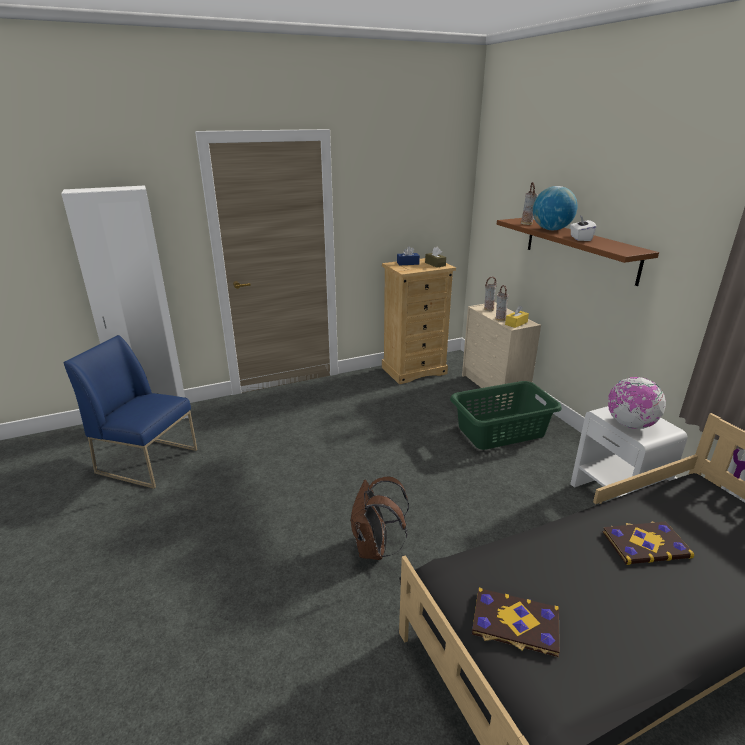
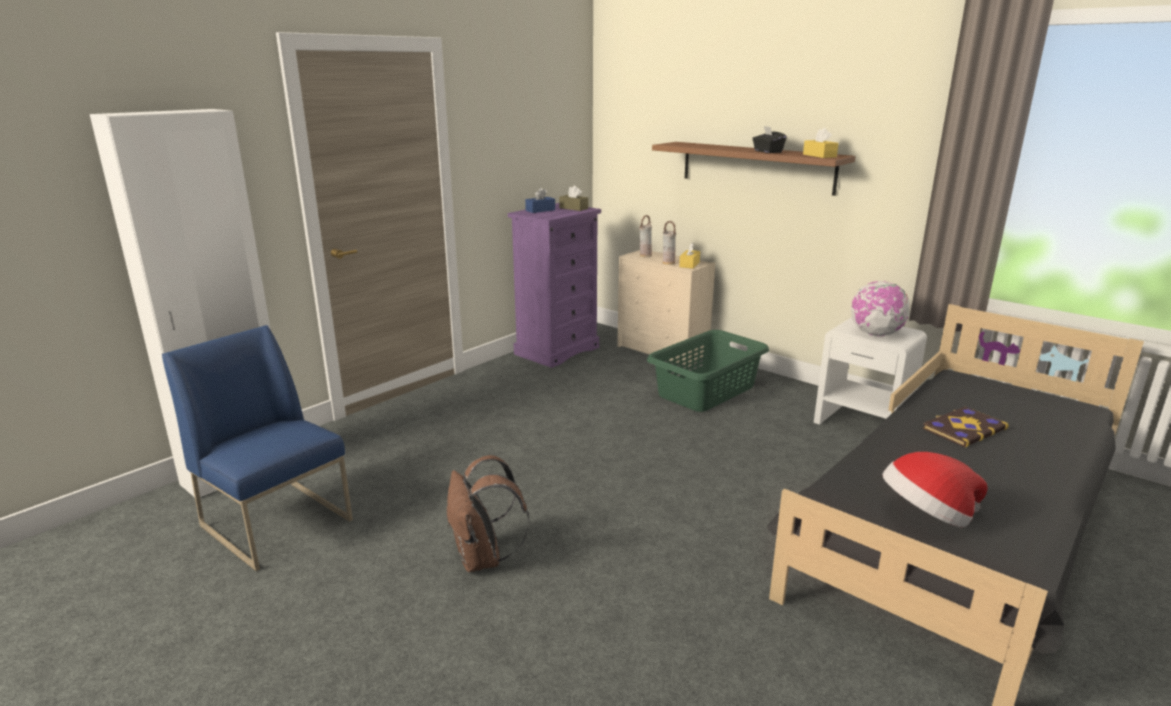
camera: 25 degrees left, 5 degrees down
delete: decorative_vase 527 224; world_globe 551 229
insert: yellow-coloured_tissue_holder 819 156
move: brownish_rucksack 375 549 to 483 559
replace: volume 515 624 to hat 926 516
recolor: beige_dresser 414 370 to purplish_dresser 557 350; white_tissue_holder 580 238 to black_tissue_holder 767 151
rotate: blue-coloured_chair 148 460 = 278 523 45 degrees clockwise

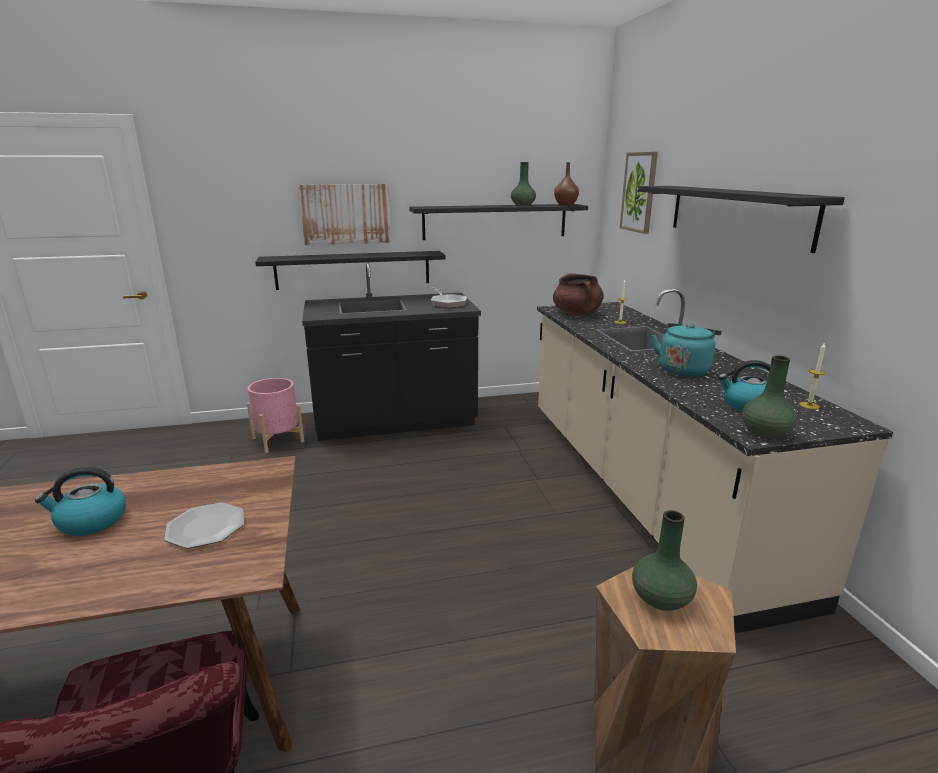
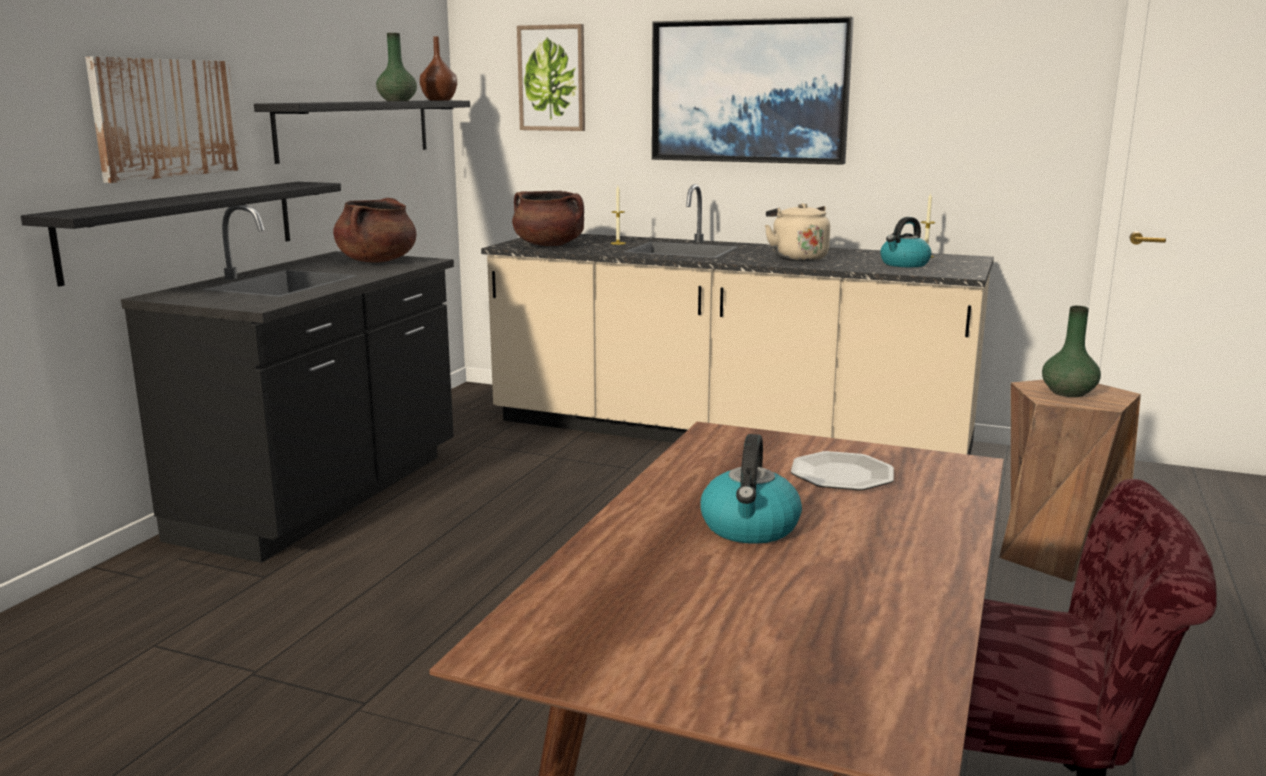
camera: 55 degrees left, 5 degrees down
delete: pink_plant_pot 278 440; greenish_decorative_vase 765 433
replace: skillet 447 303 to brownish_cooking_pot 377 261; black_wall_shelf 736 214 to wall_art 749 91
recolor: turquoise-coloured_tea_kettle 684 370 to beige_tea_kettle 797 258

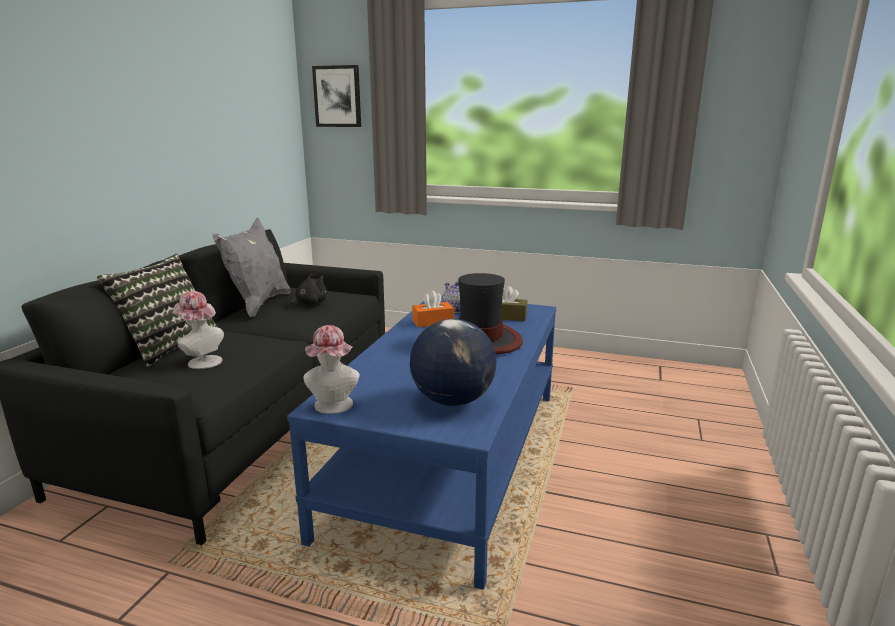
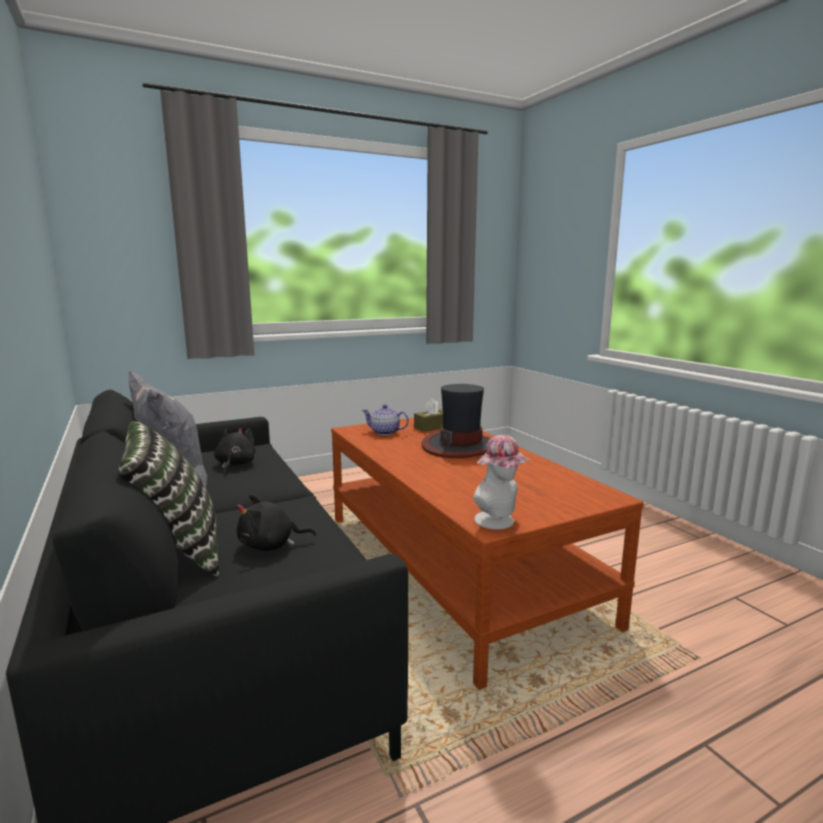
camera: 45 degrees left, 5 degrees down
delete: wall_art 337 96; world_globe 452 400; orange_tissue_holder 433 322
replace: hat 201 361 to black_cuddly_toy 271 545
recolor: blue-coloured_lounge_table 451 456 to brownish_lounge_table 454 565

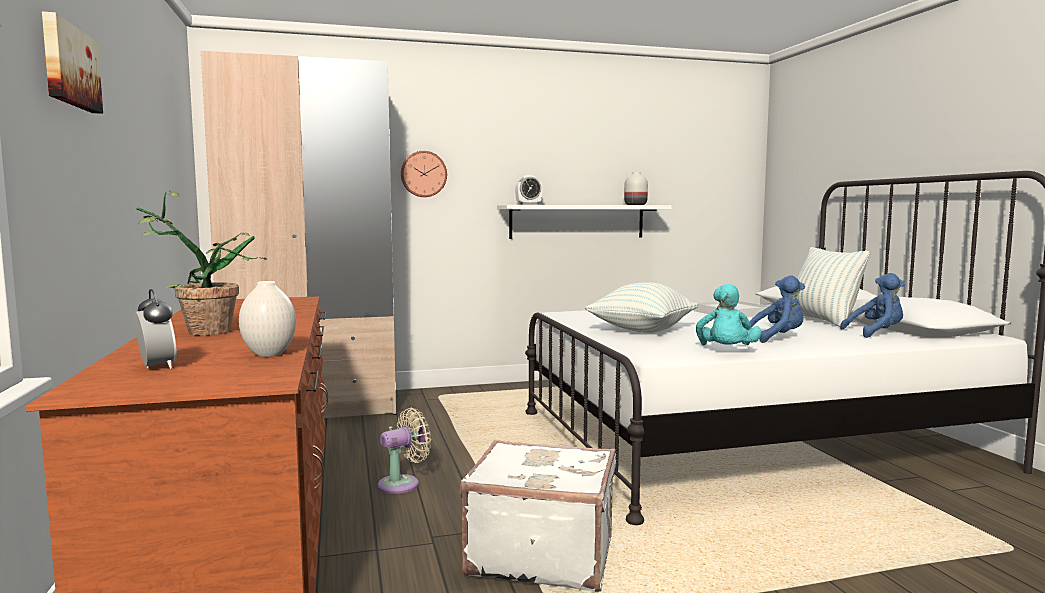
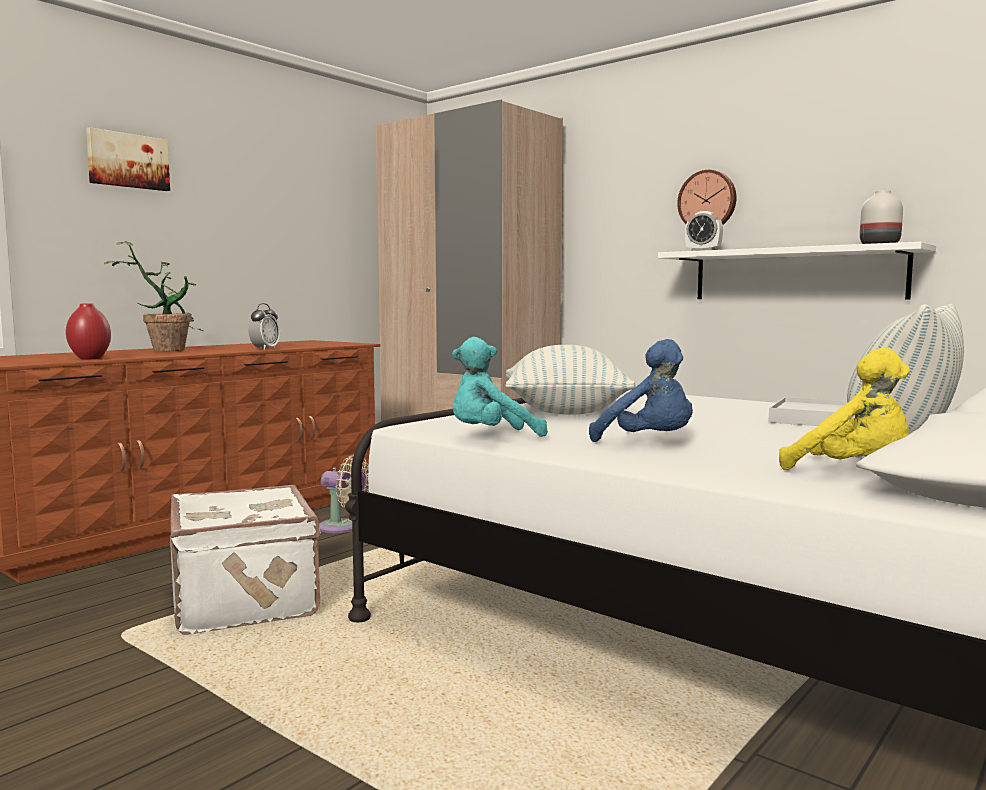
camera: 55 degrees right, 0 degrees up
move: bedside_clock 157 367 to 265 349; clock_on_the_wall 423 174 to 707 201
recolor: white_decorative_vase 269 354 to red-coloured_decorative_vase 90 358; blue-coloured_cuddly_toy 876 333 to yellow-coloured_cuddly_toy 854 472

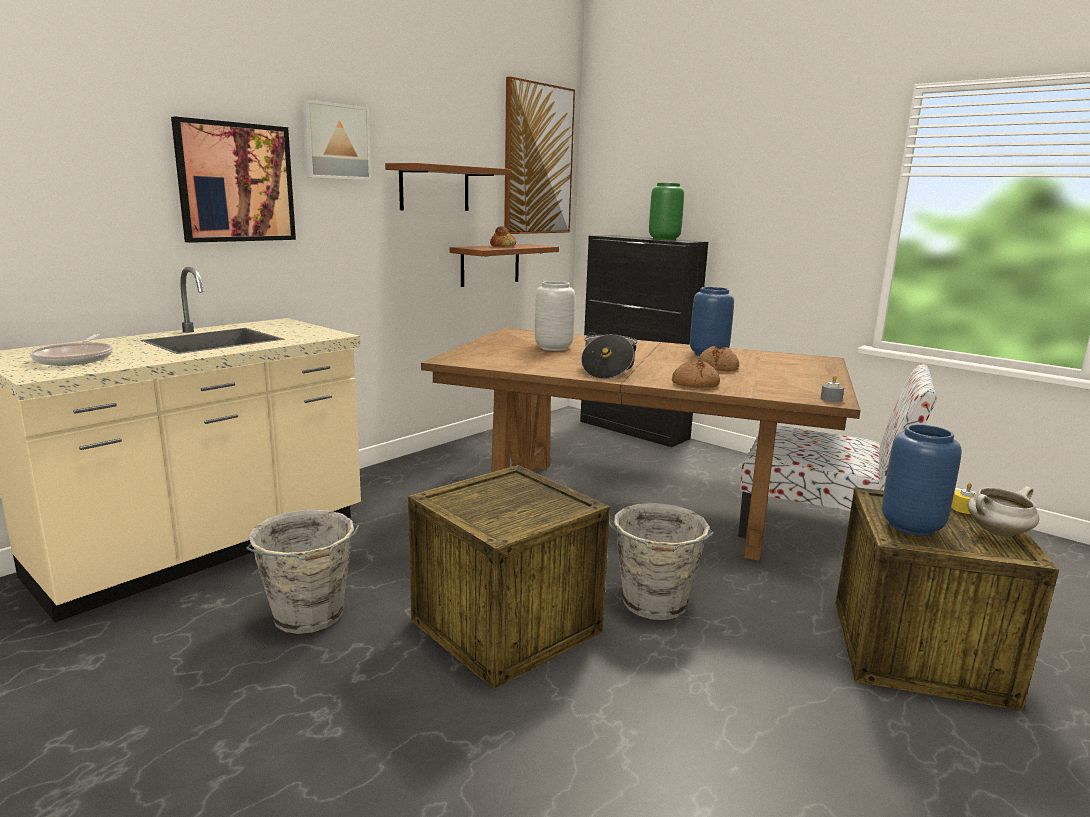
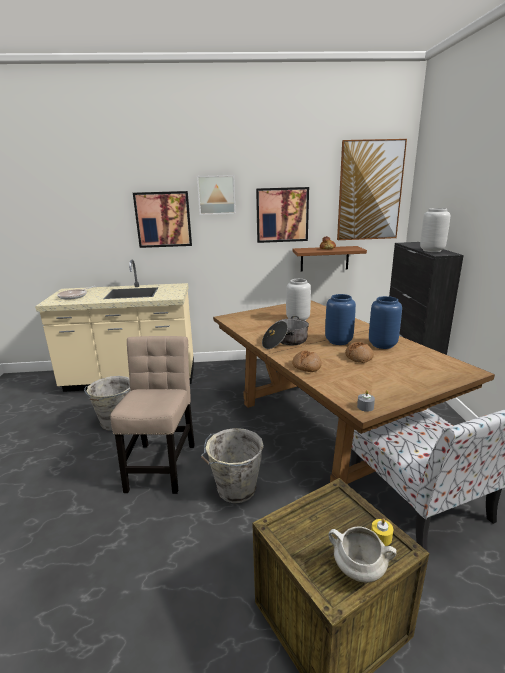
camera: 45 degrees right, 5 degrees up
move: blue-coloured_decorative_vase 912 526 to 339 341
replace: brownish_wall_shelf 434 188 to wall_art 282 215; shipping_crate 506 626 to beige_chair 162 463
recolor: greenish_decorative_vase 665 239 to grey_decorative_vase 432 250

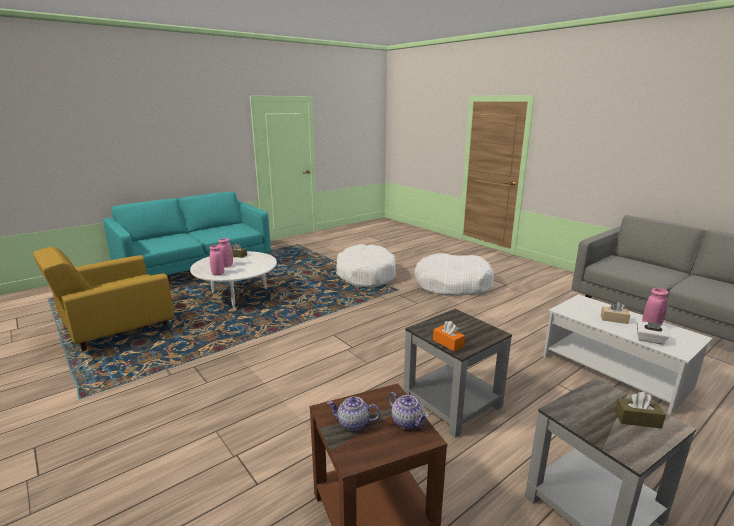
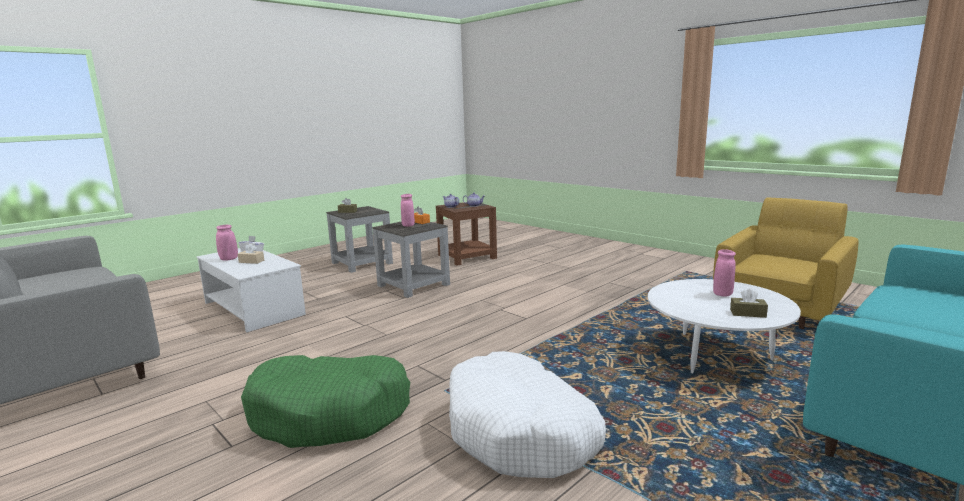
camera: 175 degrees right, 5 degrees down
move: pink_decorative_vase 218 274 to 408 225
recolor: white_dog_bed 452 285 to greenish_dog_bed 330 413

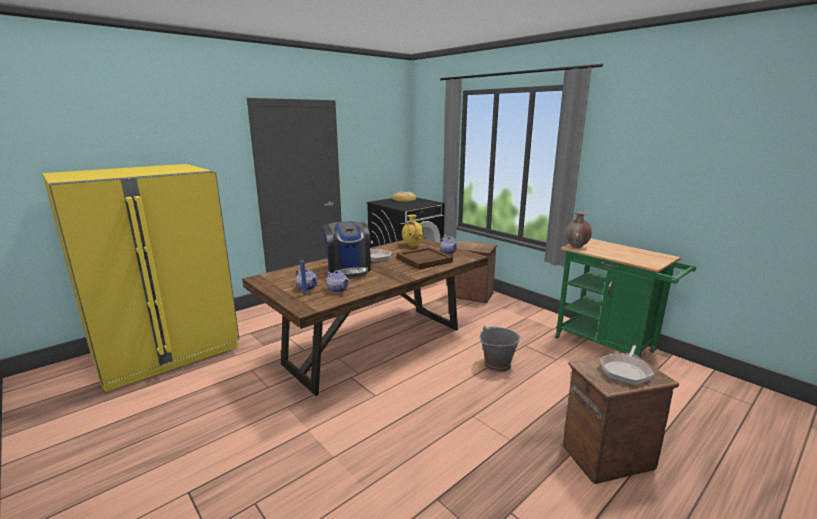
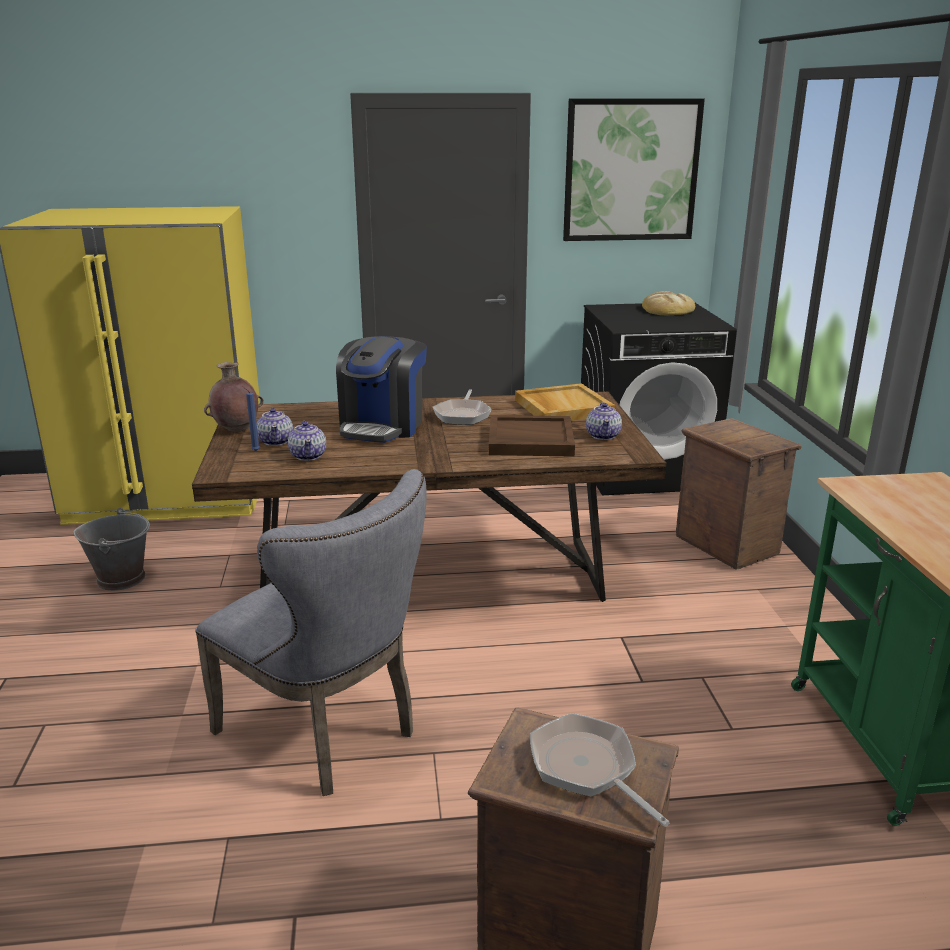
camera: 35 degrees right, 5 degrees up
insert: grey_chair 327 734; wall_art 631 170
move: grey_bucket 497 364 to 121 578; brownish_decorative_vase 576 247 to 236 430
replace: yellow-coloured_decorative_vase 412 245 to beige_carrying_tray 562 407
rotate: skillet 625 370 = 587 768 75 degrees clockwise

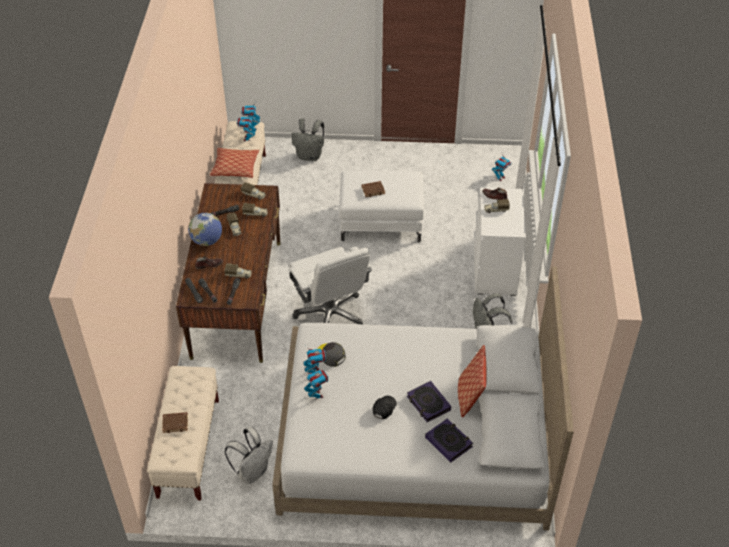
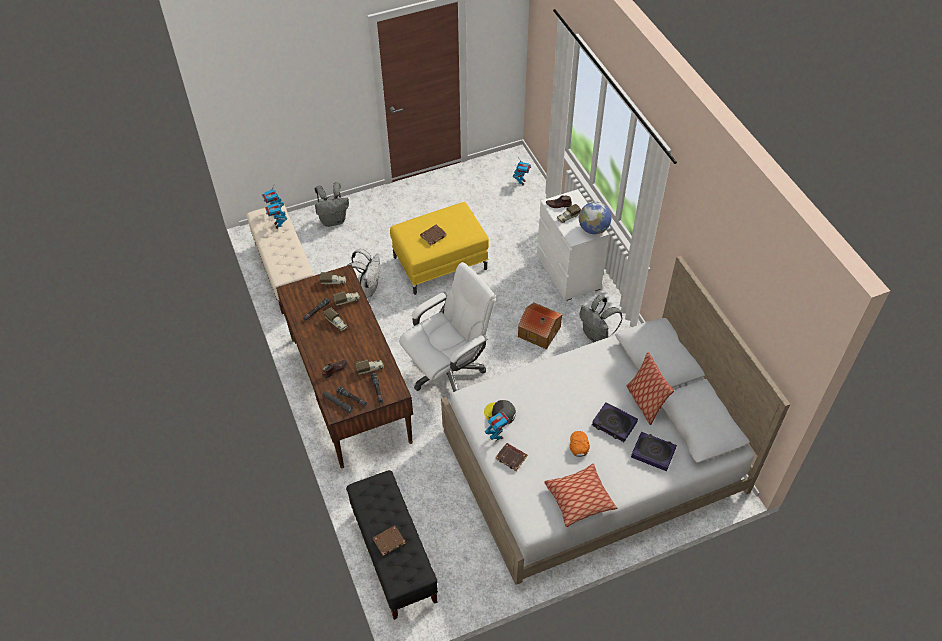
camera: 25 degrees left, 5 degrees up
insert: toy_house 539 332
move: world_globe 207 241 to 593 229; cushion 235 168 to 579 499; white_rucksack 252 471 to 367 288
replace: toy_robot 317 395 to brownish_volume 511 458
recolor: beige_bench 188 447 to black_bench 394 556; white_footrest 381 222 to yellow-coloured_footrest 440 262; black_baseball_cap 384 408 to orange_baseball_cap 579 445
rotate: white_office_chair 330 315 = 448 370 75 degrees counterclockwise

